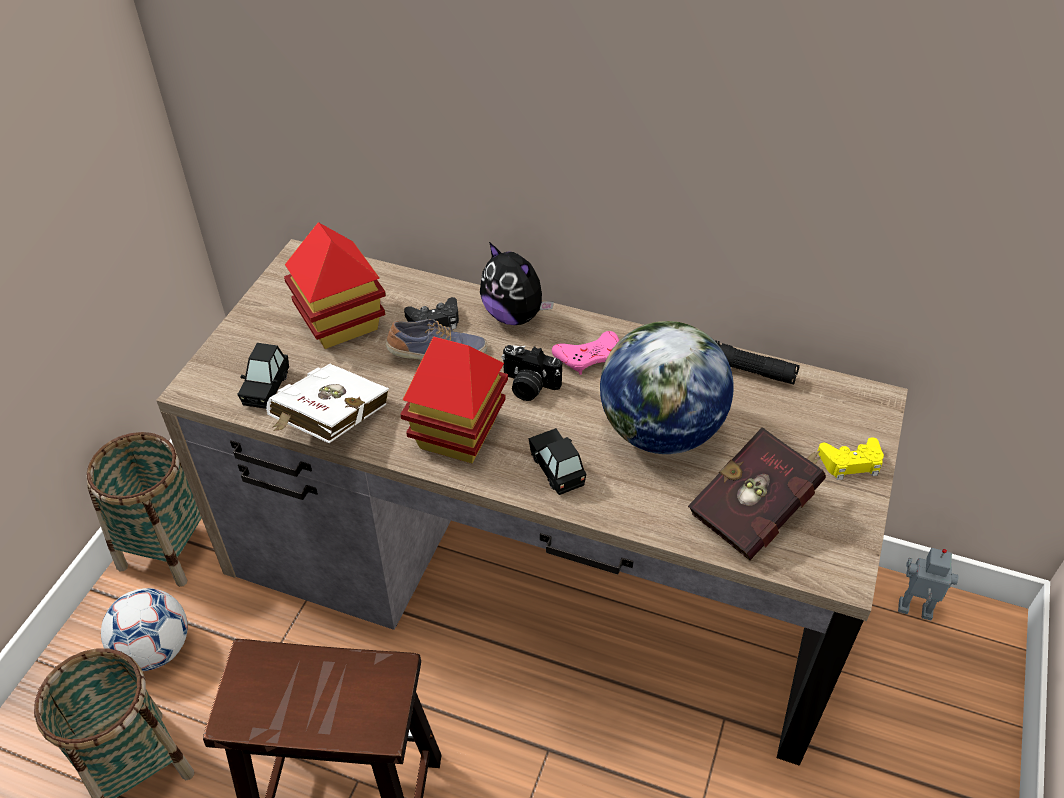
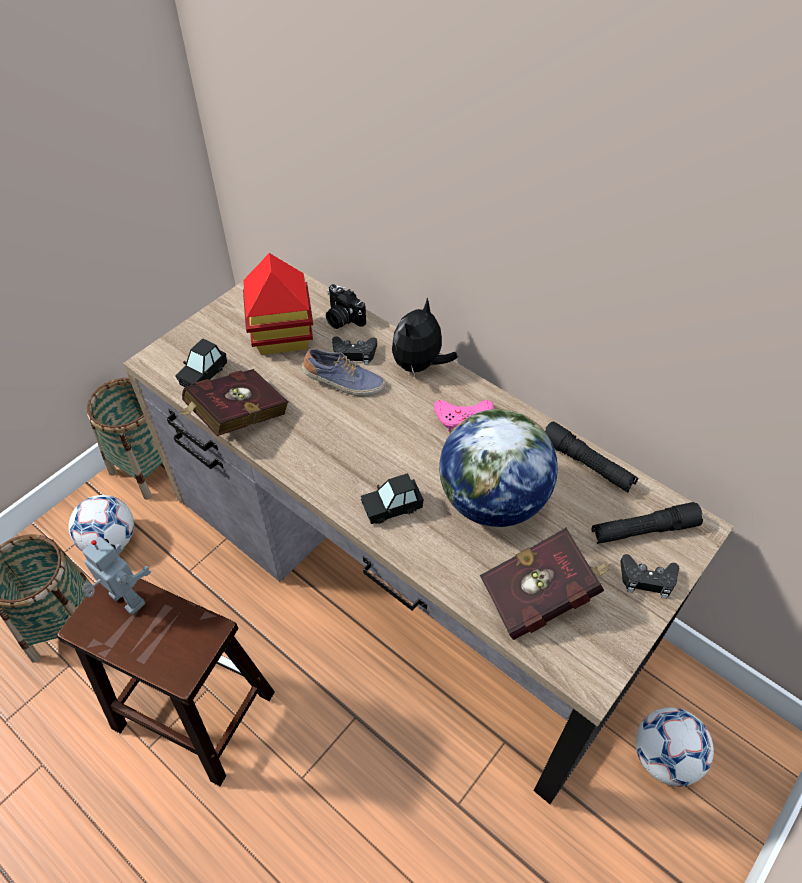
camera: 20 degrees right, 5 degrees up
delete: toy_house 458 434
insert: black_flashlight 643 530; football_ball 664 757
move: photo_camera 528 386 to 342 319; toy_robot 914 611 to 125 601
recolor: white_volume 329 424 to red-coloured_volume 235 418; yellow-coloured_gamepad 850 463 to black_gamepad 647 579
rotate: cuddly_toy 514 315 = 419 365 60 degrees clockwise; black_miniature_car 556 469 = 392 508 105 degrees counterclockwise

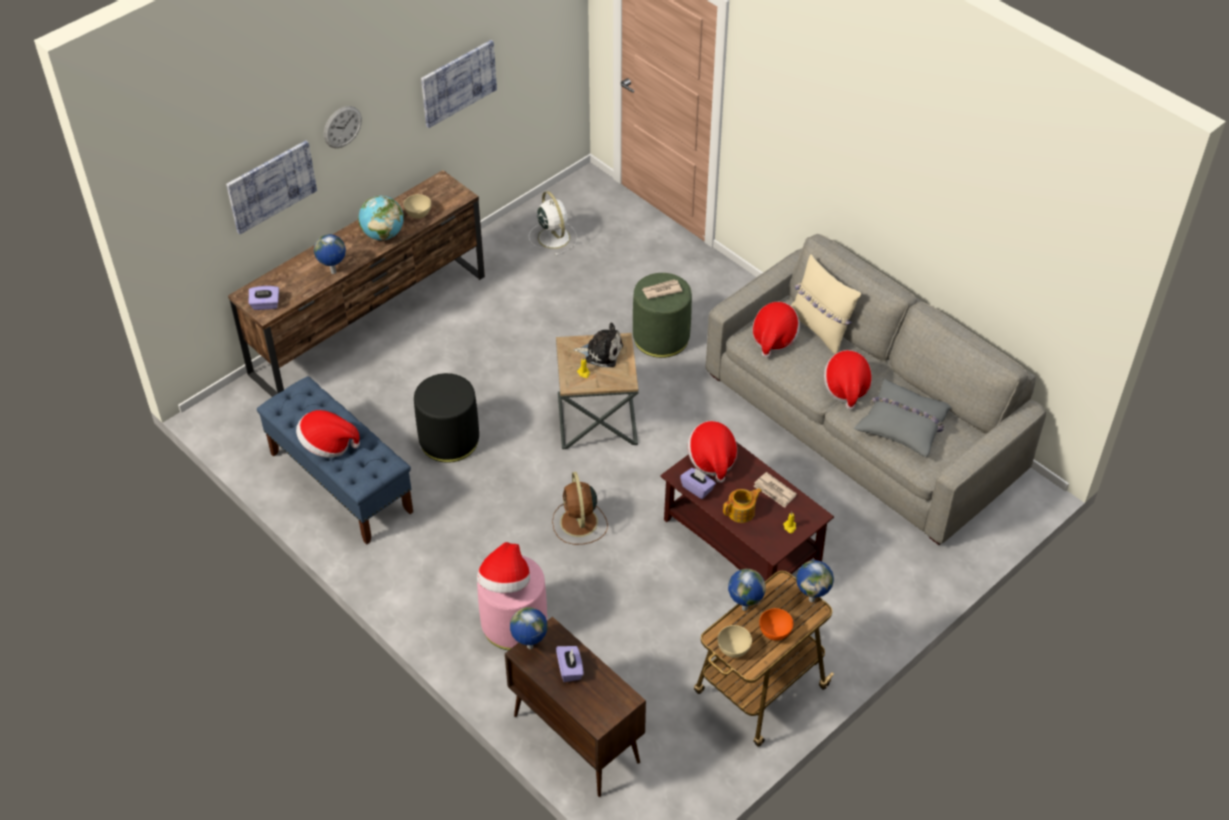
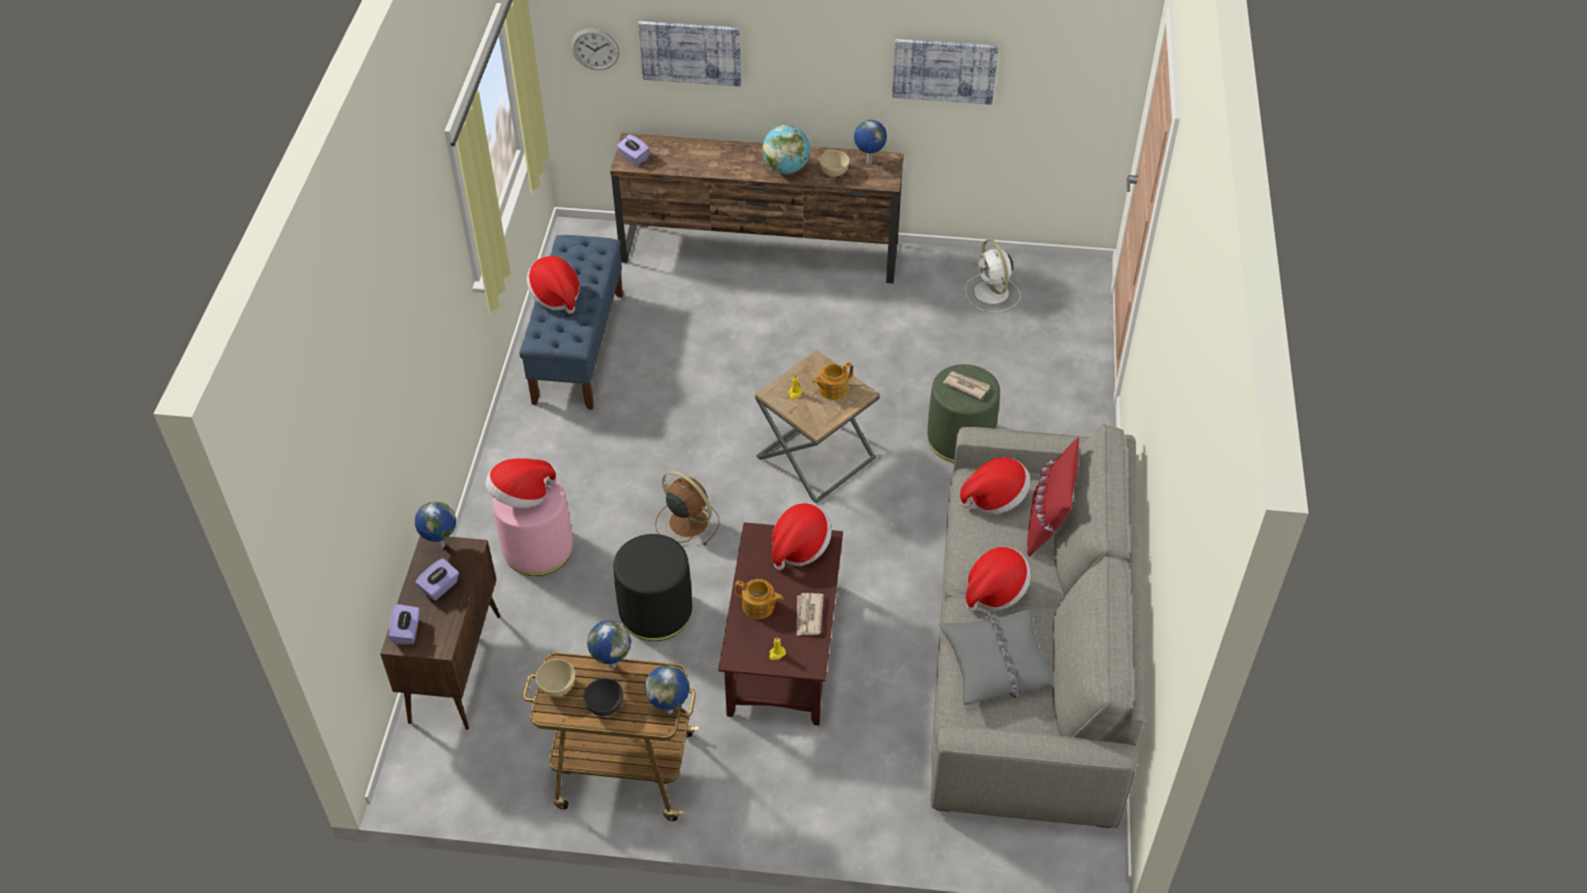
camera: 50 degrees right, 0 degrees up
move: world_globe 333 272 to 869 162; clock_on_the_wall 342 127 to 595 49; black_footrest 449 440 to 655 612; purplish_tissue_holder 697 488 to 407 632
replace: cuddly_toy 601 352 to teapot 832 389
recolor: orange_deep_dish 775 632 to grey_deep_dish 605 706; beige_cushion 819 329 to red-coloured_cushion 1048 524
rotate: white_electric_fan 553 236 = 992 294 135 degrees clockwise; brownish_electric_fan 579 523 = 687 521 90 degrees clockwise

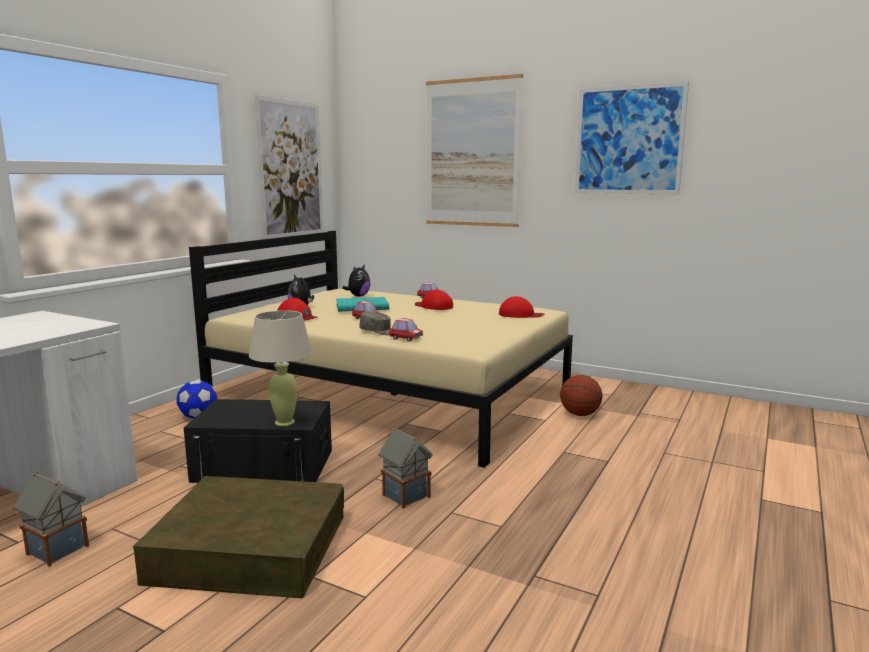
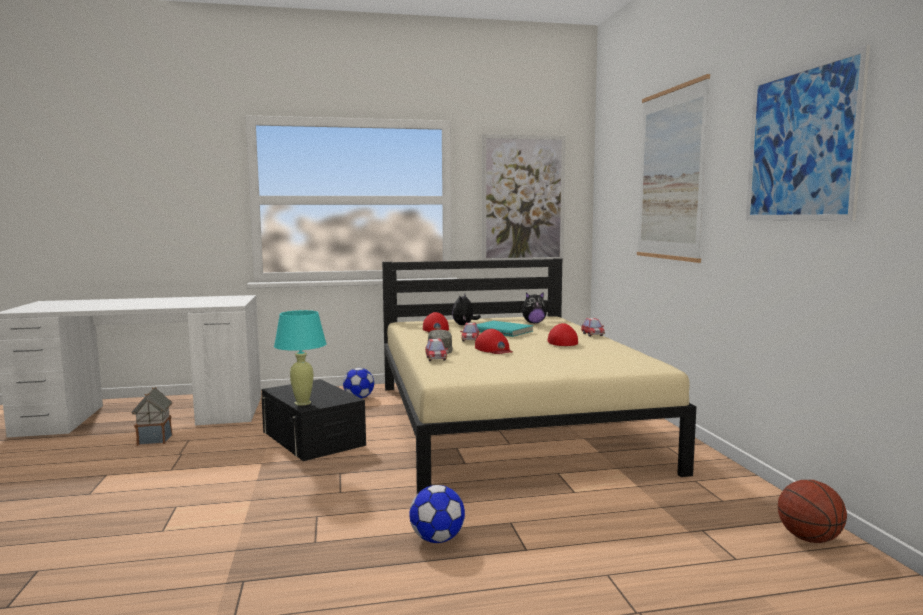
camera: 50 degrees right, 5 degrees down
delete: brownish_storage_container 249 548; toy_house 405 495
insert: football_ball 437 539
move: red-coloured_baseball_cap 520 315 to 494 349; basketball 580 414 to 809 539
recolor: beige_lamp_for_a_table 285 422 to turquoise-coloured_lamp_for_a_table 303 403

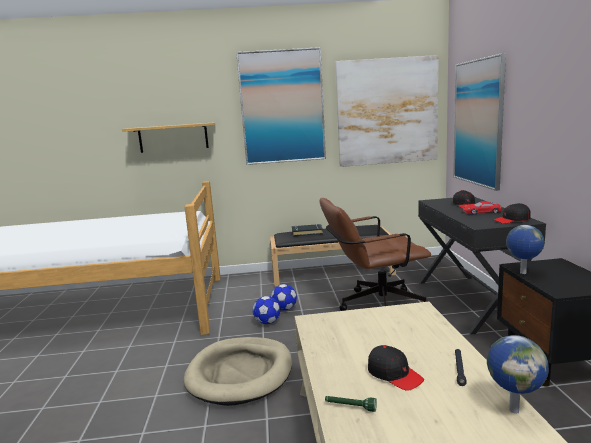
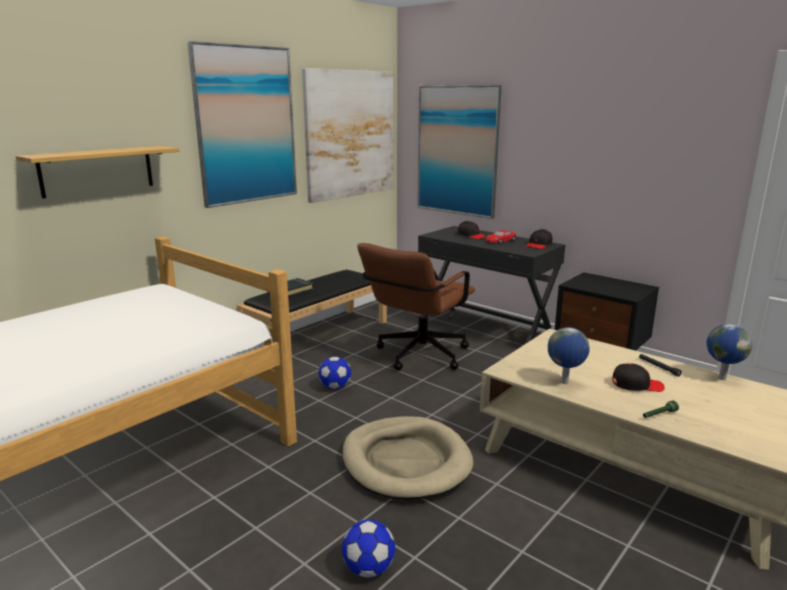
camera: 45 degrees left, 5 degrees up
move: football_ball 267 322 to 368 569; world_globe 522 273 to 565 383

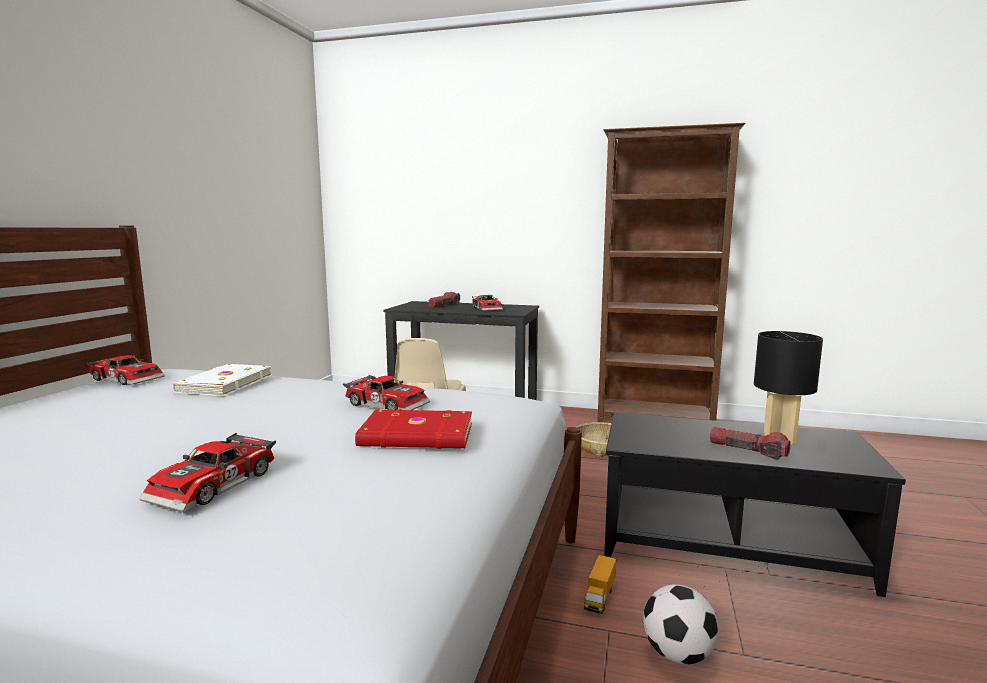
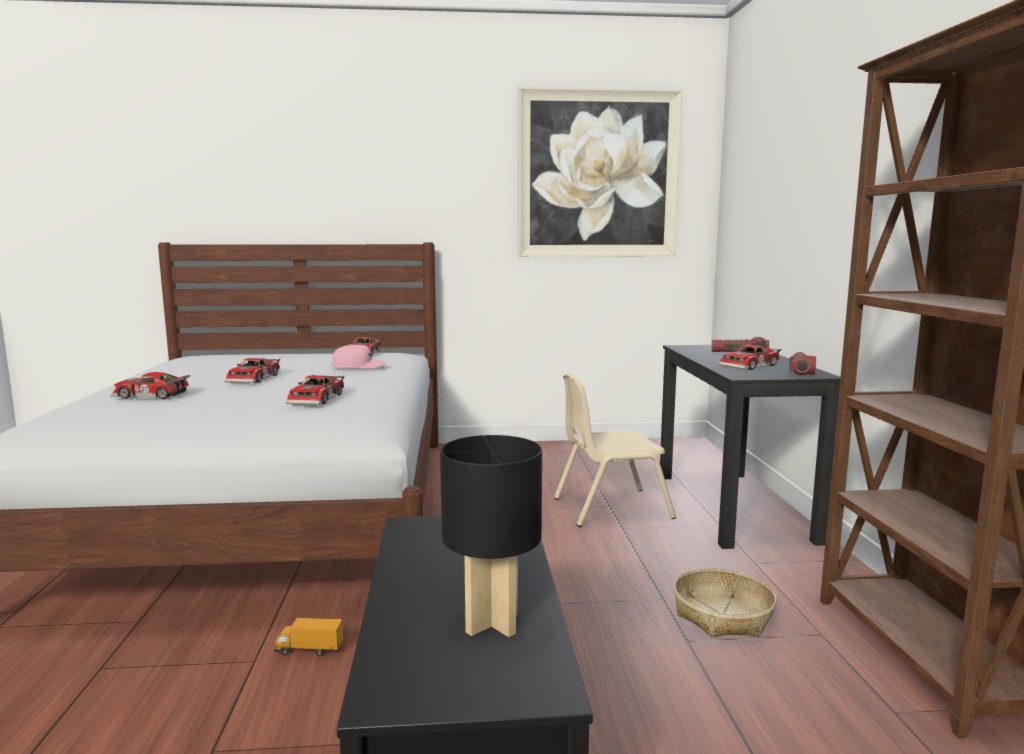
camera: 70 degrees right, 0 degrees up
delete: red-coloured_volume 417 436; football_ball 677 654
insert: miniature_car 255 378; wall_art 598 174
move: flashlight 748 451 to 800 371
replace: white_volume 223 384 to pink_baseball_cap 358 366

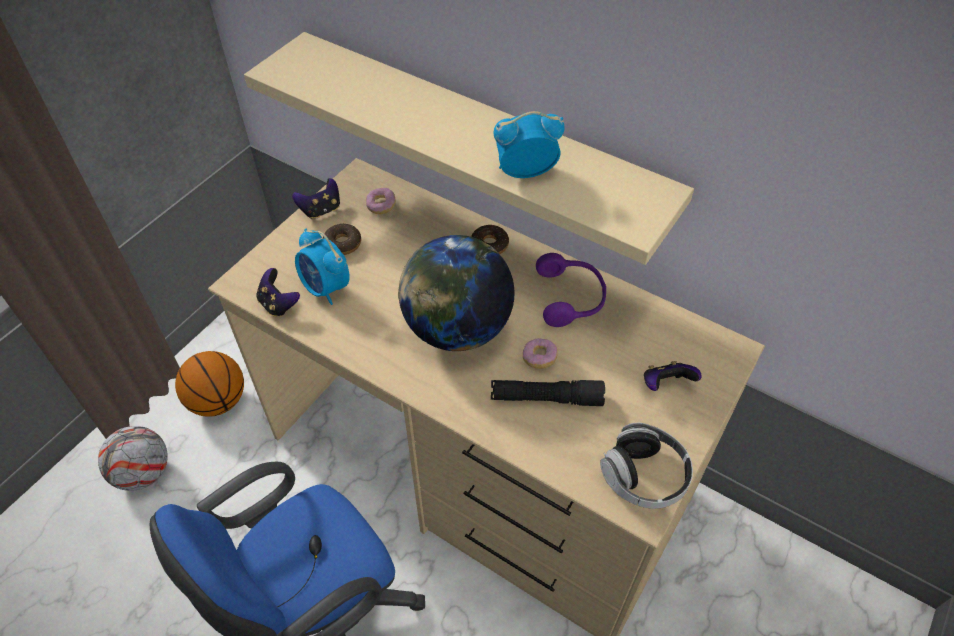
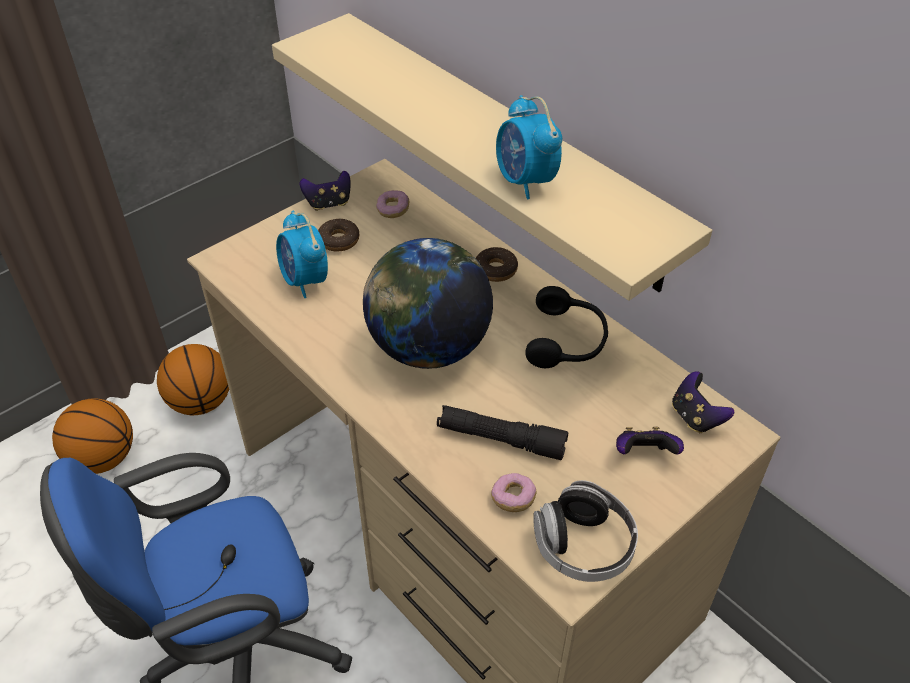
camera: 15 degrees right, 5 degrees down
move: gamepad 278 304 to 695 417; ring_doughnut 539 358 to 513 498
replace: football_ball 143 473 to basketball 103 458
recolor: purplish_headphones 571 297 to black_headphones 567 341
rotate: bedside_clock 525 172 = 525 181 120 degrees counterclockwise

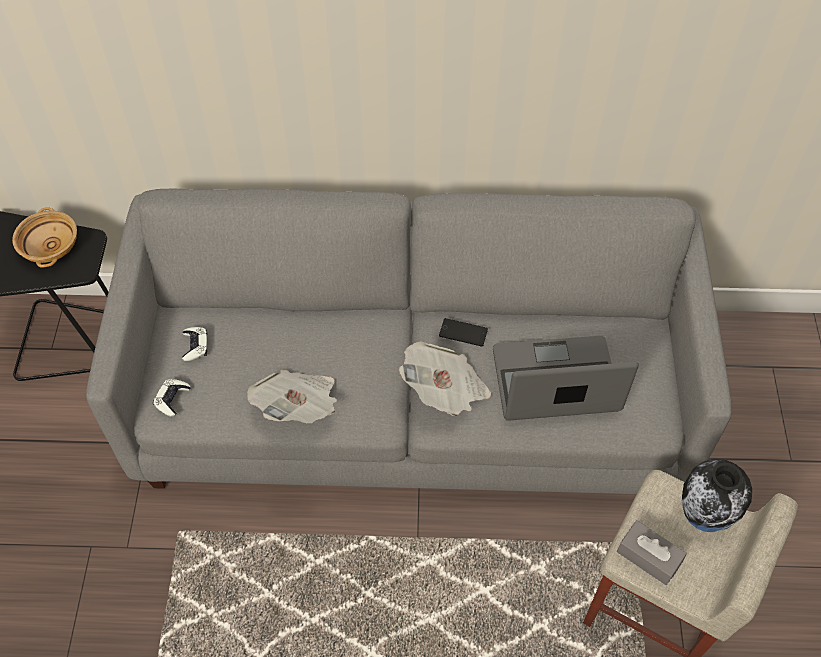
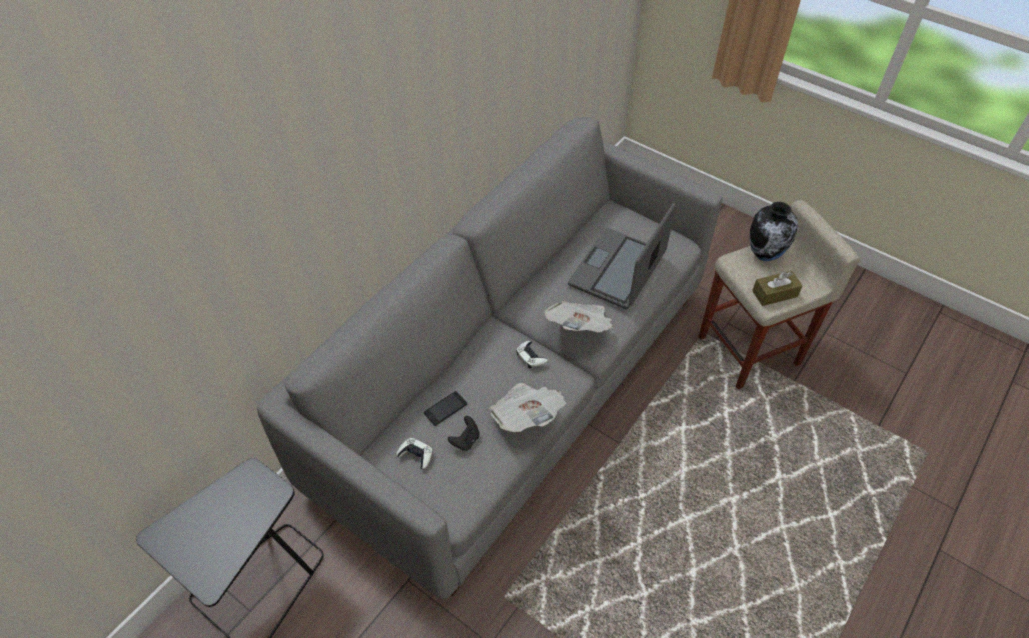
camera: 55 degrees left, 5 degrees down
delete: beige_deep_dish 50 246
insert: black_gamepad 465 440
move: white_gamepad 172 399 to 531 357; telephone 463 332 to 445 408
recolor: grey_tissue_holder 648 557 to brownish_tissue_holder 774 294

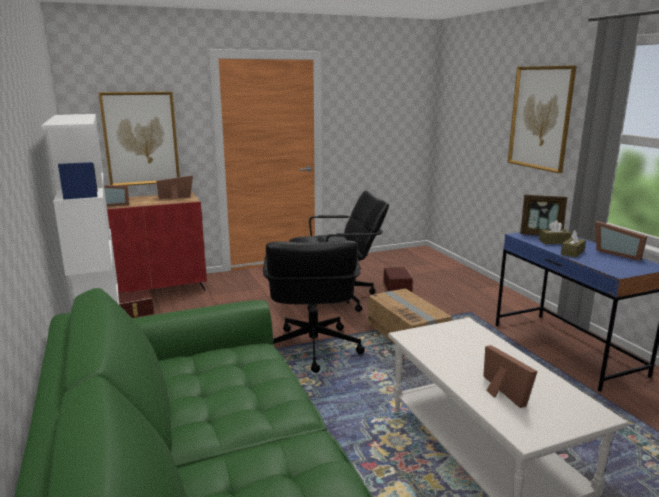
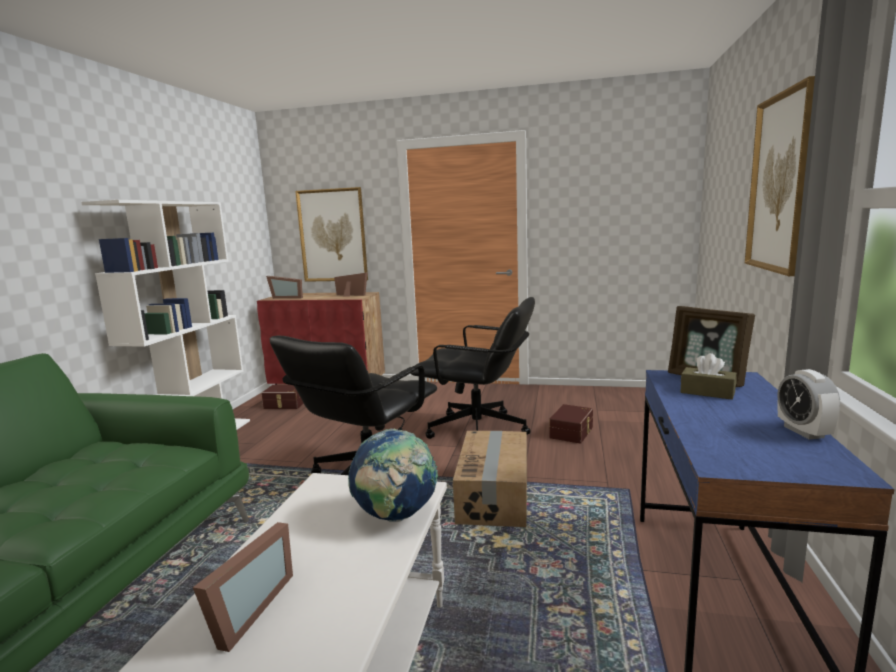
camera: 35 degrees right, 5 degrees down
delete: brownish_tissue_holder 572 252
insert: world_globe 395 517
replace: standing_frame 617 253 to bedside_clock 803 432

